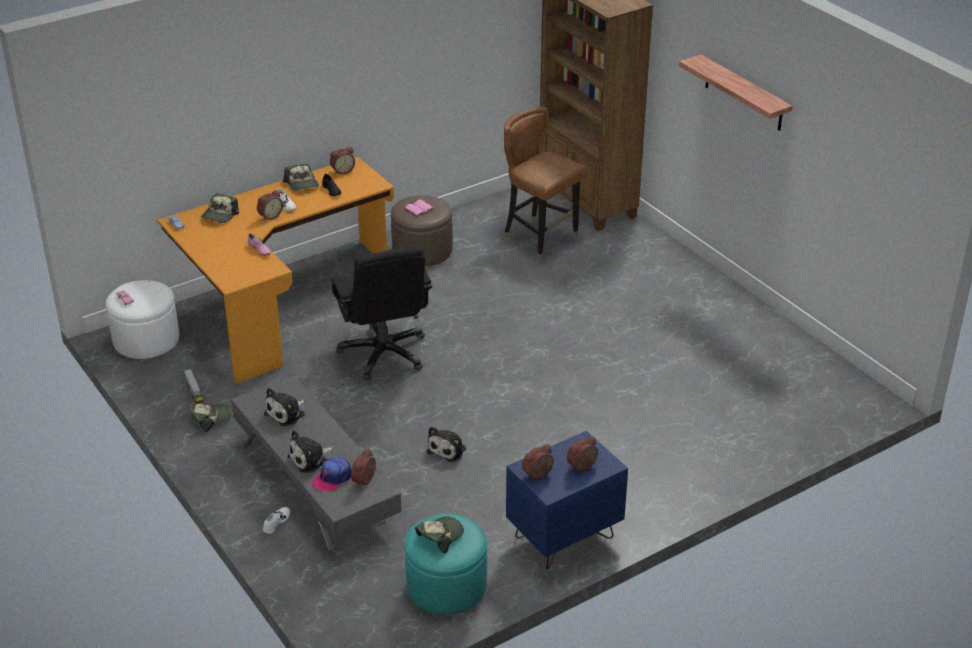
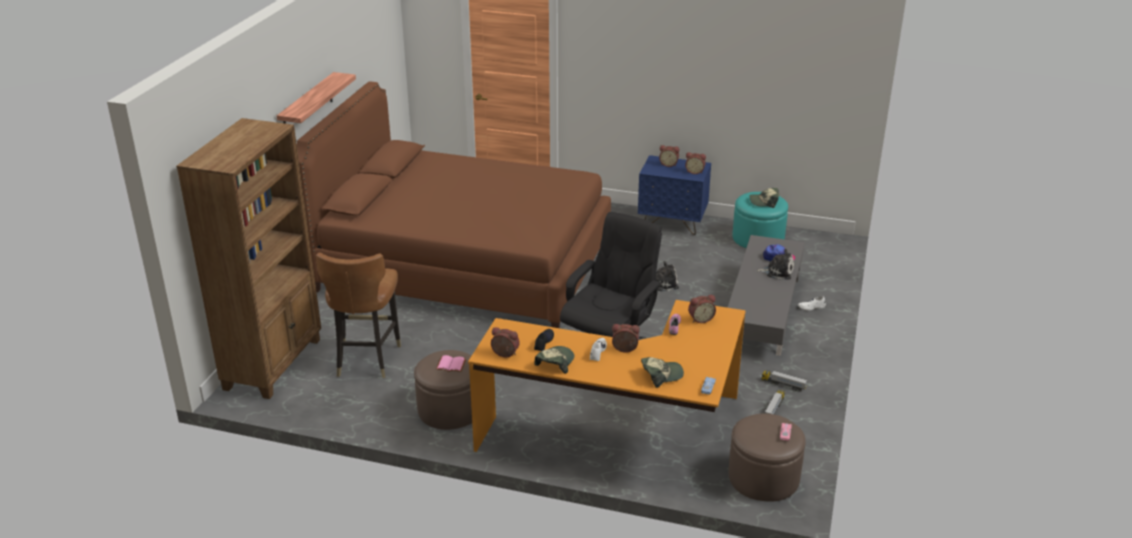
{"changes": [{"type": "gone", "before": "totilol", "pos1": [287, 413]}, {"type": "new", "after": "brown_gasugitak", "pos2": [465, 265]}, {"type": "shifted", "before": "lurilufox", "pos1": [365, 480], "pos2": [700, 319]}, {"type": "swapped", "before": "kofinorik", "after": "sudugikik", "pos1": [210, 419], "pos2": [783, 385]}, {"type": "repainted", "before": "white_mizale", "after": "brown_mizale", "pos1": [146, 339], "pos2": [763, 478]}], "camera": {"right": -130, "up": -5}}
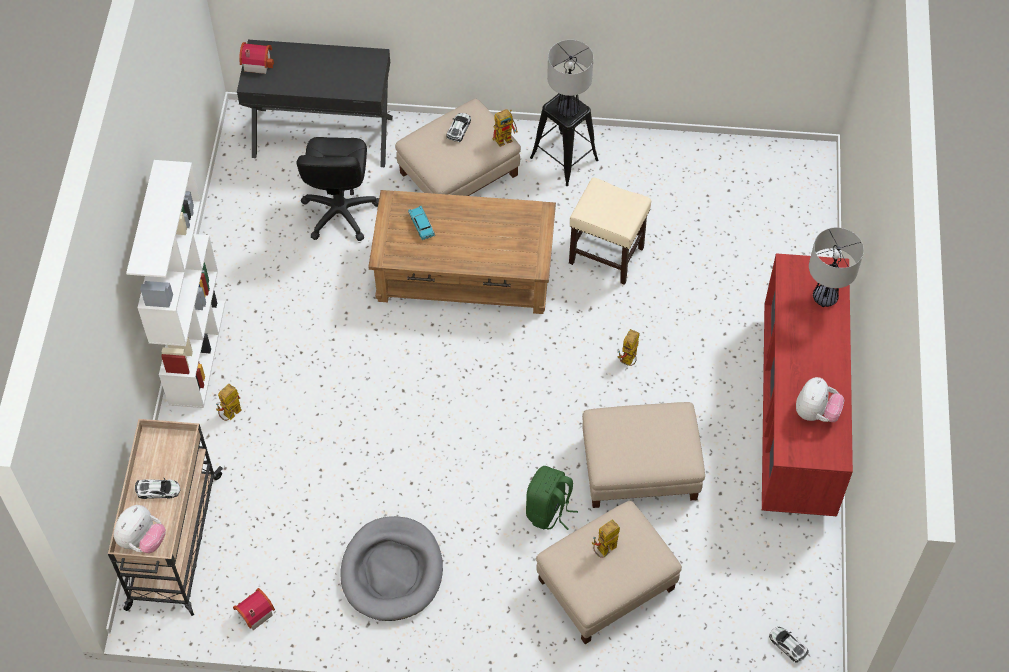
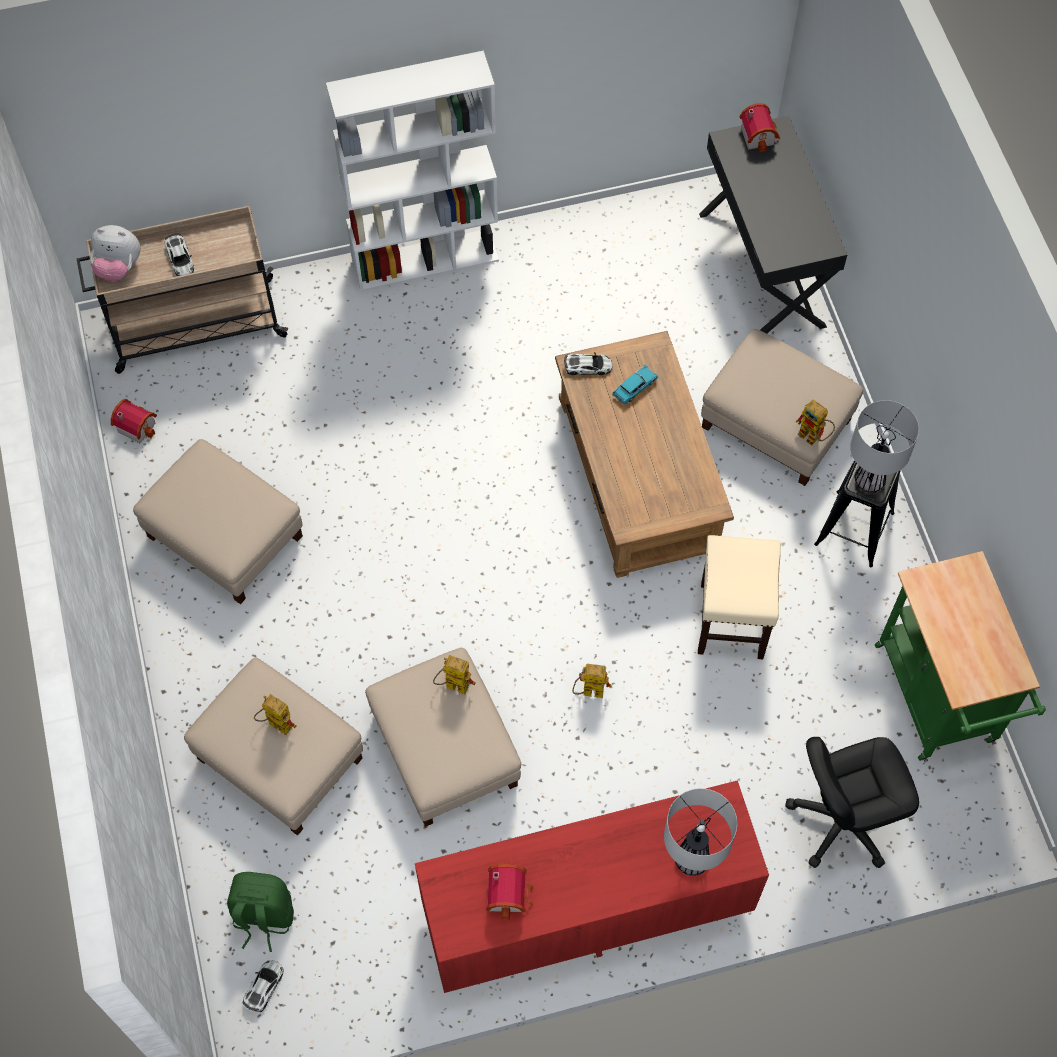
{"changes": [{"type": "new", "after": "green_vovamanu", "pos2": [939, 702]}, {"type": "shifted", "before": "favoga", "pos1": [230, 416], "pos2": [452, 685]}, {"type": "shifted", "before": "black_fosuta", "pos1": [340, 213], "pos2": [842, 820]}, {"type": "shifted", "before": "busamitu", "pos1": [459, 129], "pos2": [588, 366]}, {"type": "shifted", "before": "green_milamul", "pos1": [549, 511], "pos2": [263, 917]}, {"type": "swapped", "before": "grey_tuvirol", "after": "beige_mizale", "pos1": [392, 571], "pos2": [226, 536]}, {"type": "swapped", "before": "totilol", "after": "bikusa", "pos1": [816, 413], "pos2": [509, 894]}], "camera": {"right": 70, "up": 5}}
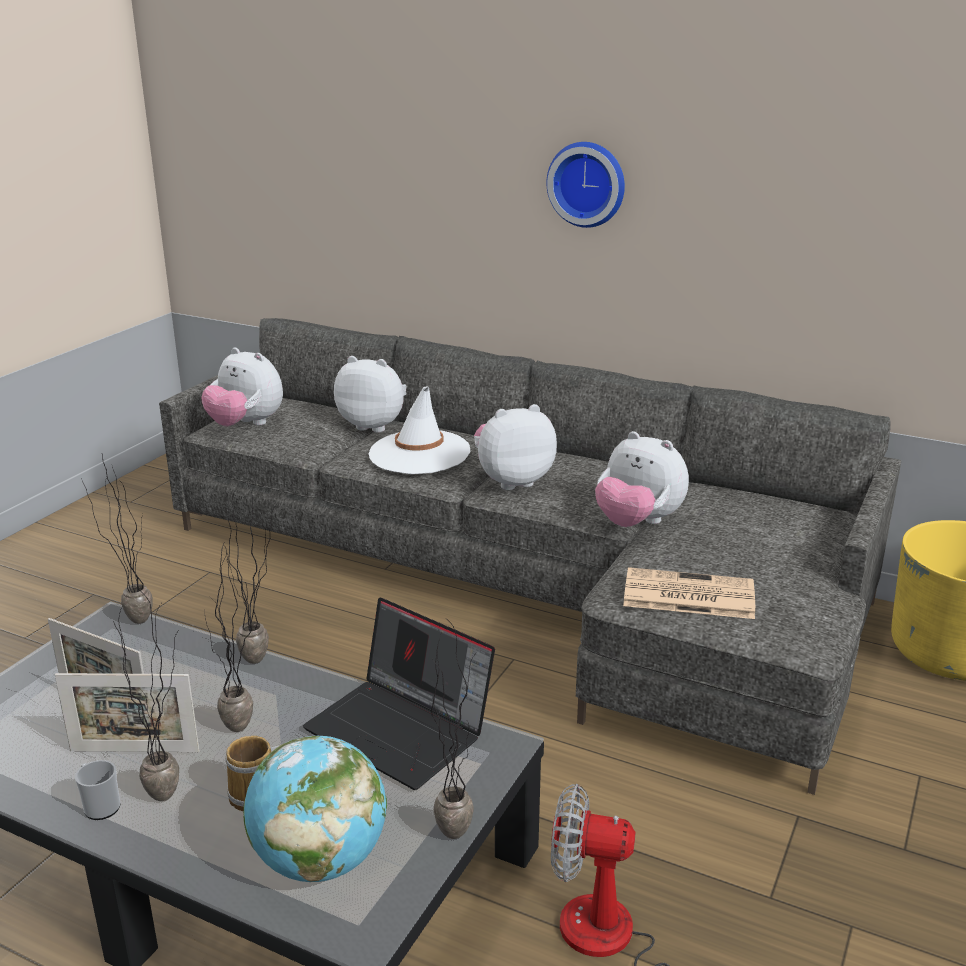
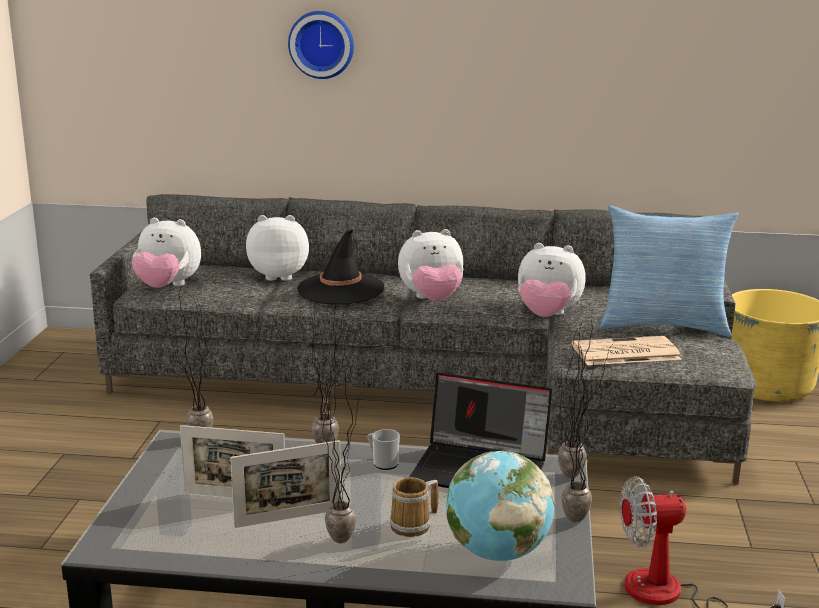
{"changes": [{"type": "new", "after": "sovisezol", "pos2": [663, 325]}, {"type": "shifted", "before": "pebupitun", "pos1": [100, 806], "pos2": [383, 463]}, {"type": "shifted", "before": "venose", "pos1": [240, 734], "pos2": [577, 478]}, {"type": "shifted", "before": "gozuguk", "pos1": [588, 183], "pos2": [322, 44]}, {"type": "repainted", "before": "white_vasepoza", "after": "black_vasepoza", "pos1": [419, 453], "pos2": [341, 289]}, {"type": "rotated", "before": "totilol", "pos1": [512, 481], "pos2": [432, 299], "turn": -150}], "camera": {"right": -20, "up": -5}}
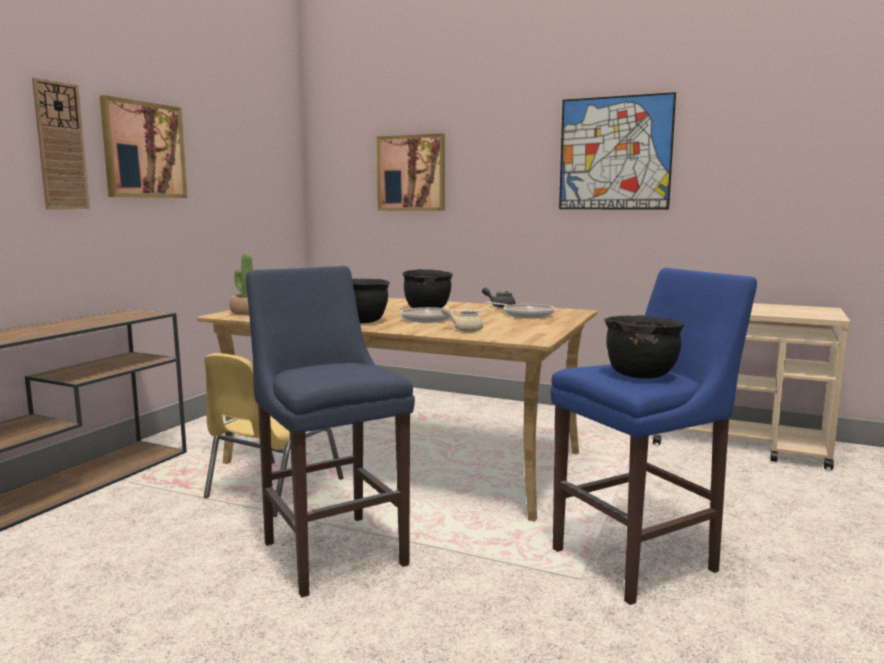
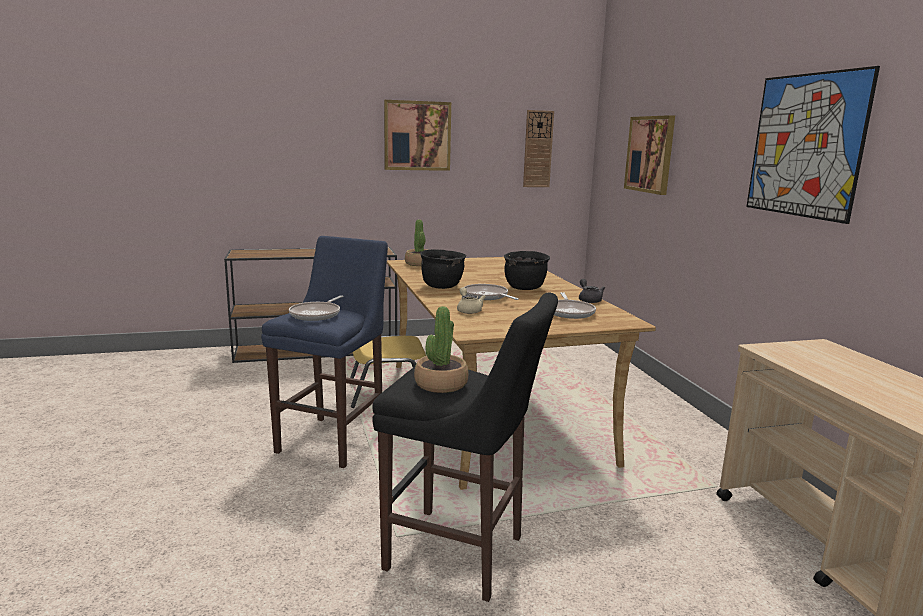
{"changes": [{"type": "new", "after": "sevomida", "pos2": [317, 314]}, {"type": "shifted", "before": "gozuguk", "pos1": [60, 146], "pos2": [538, 149]}, {"type": "swapped", "before": "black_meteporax", "after": "venose", "pos1": [640, 374], "pos2": [441, 384]}, {"type": "repainted", "before": "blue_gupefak", "after": "black_gupefak", "pos1": [640, 559], "pos2": [461, 555]}], "camera": {"right": 50, "up": 5}}
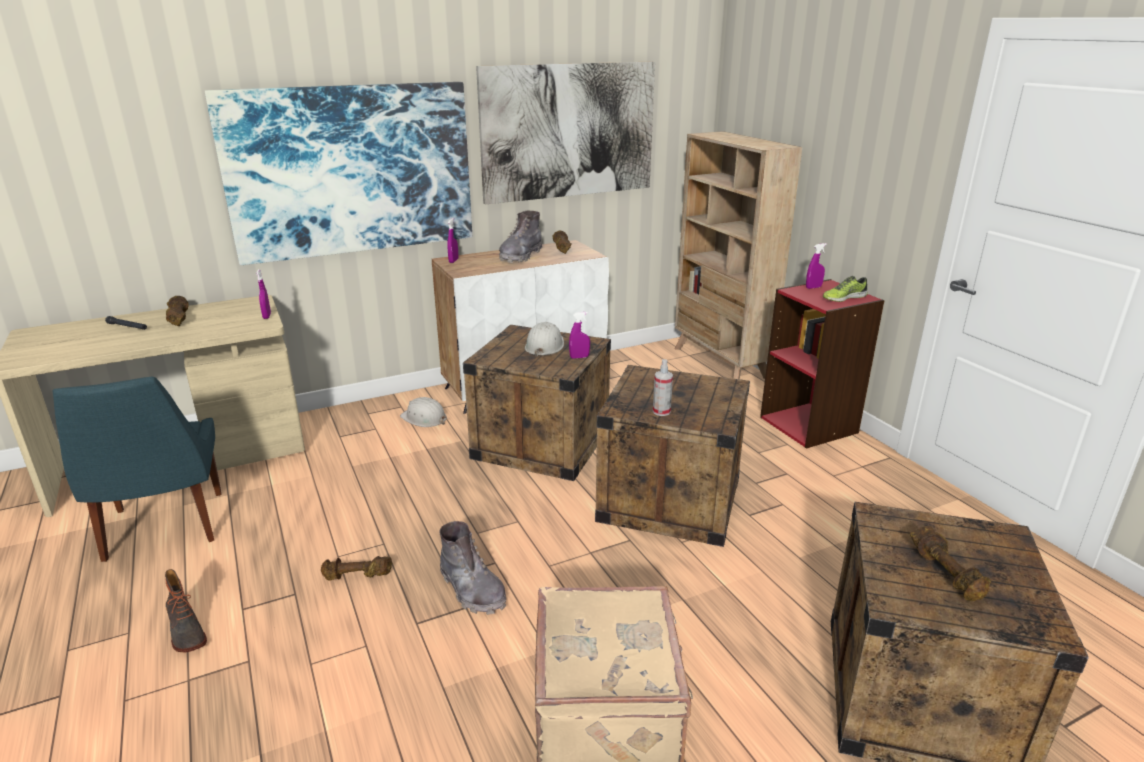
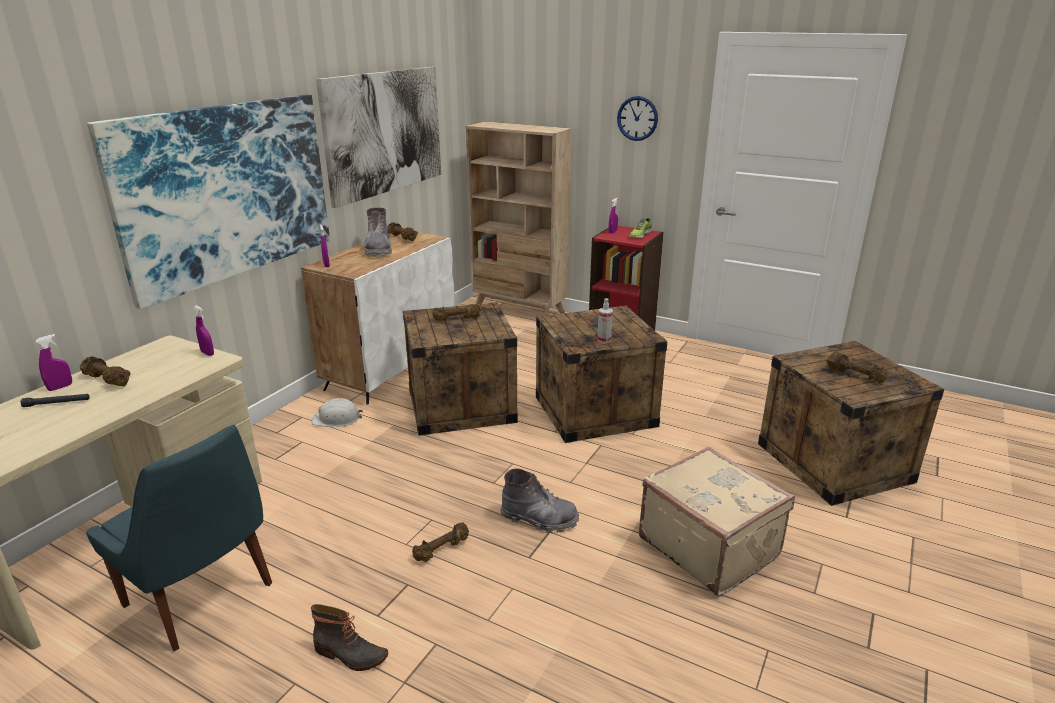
{"changes": [{"type": "new", "after": "gozuguk", "pos2": [637, 118]}, {"type": "shifted", "before": "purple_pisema", "pos1": [579, 357], "pos2": [60, 387]}, {"type": "swapped", "before": "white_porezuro", "after": "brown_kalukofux", "pos1": [544, 346], "pos2": [457, 319]}], "camera": {"right": -35, "up": 0}}
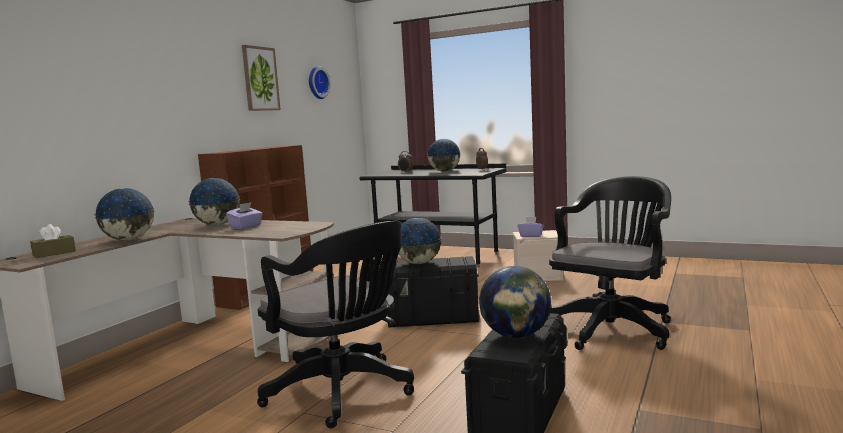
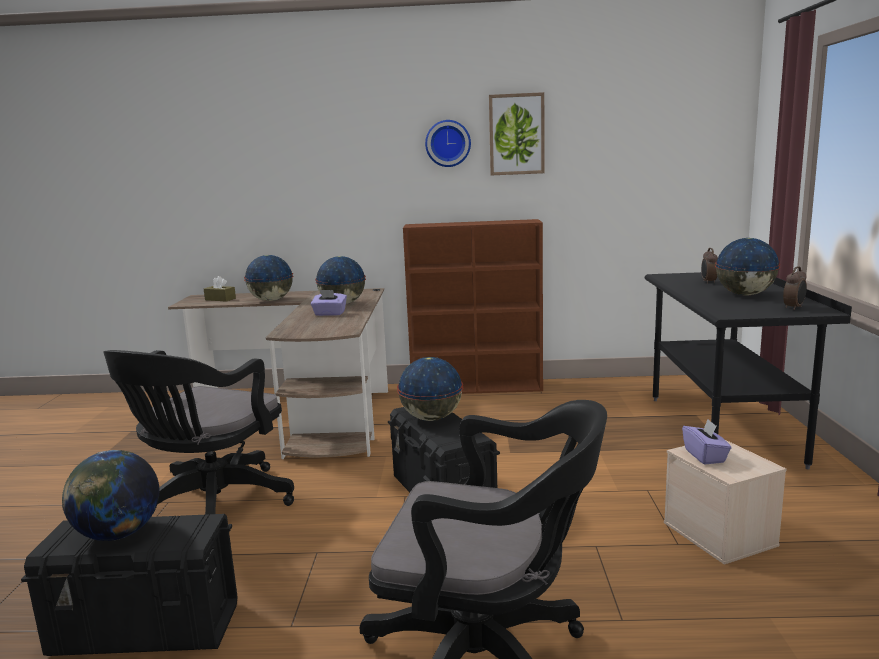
{"changes": [{"type": "shifted", "before": "gozuguk", "pos1": [317, 83], "pos2": [448, 143]}], "camera": {"right": 65, "up": 5}}
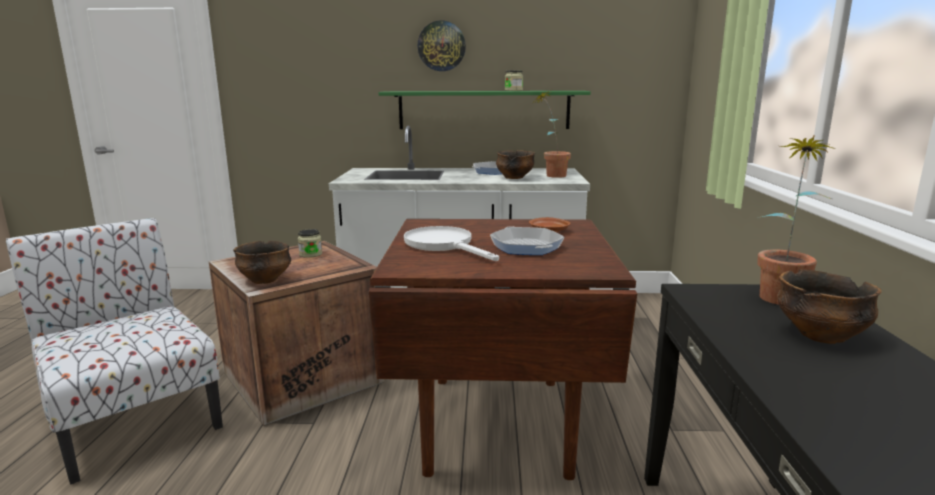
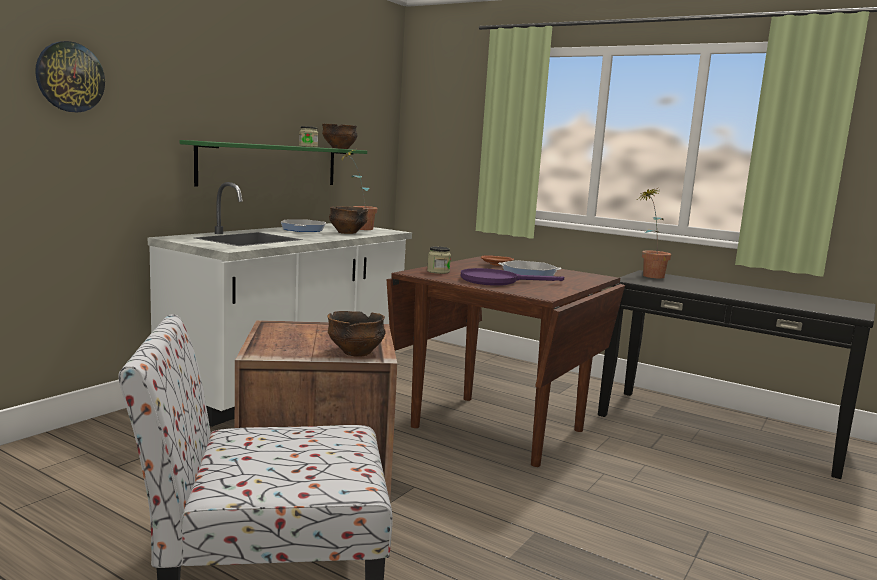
{"changes": [{"type": "shifted", "before": "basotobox", "pos1": [310, 254], "pos2": [438, 271]}, {"type": "shifted", "before": "gozuguk", "pos1": [441, 46], "pos2": [70, 77]}, {"type": "shifted", "before": "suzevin", "pos1": [821, 335], "pos2": [339, 148]}, {"type": "repainted", "before": "white_sevomida", "after": "purple_sevomida", "pos1": [444, 245], "pos2": [497, 281]}], "camera": {"right": -60, "up": -5}}
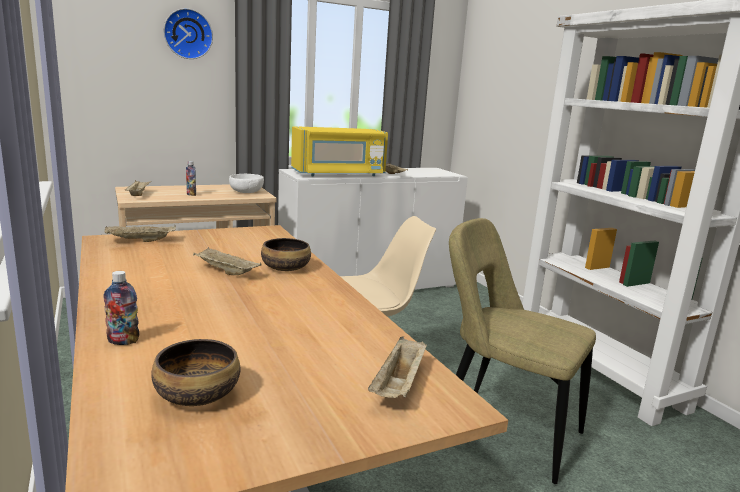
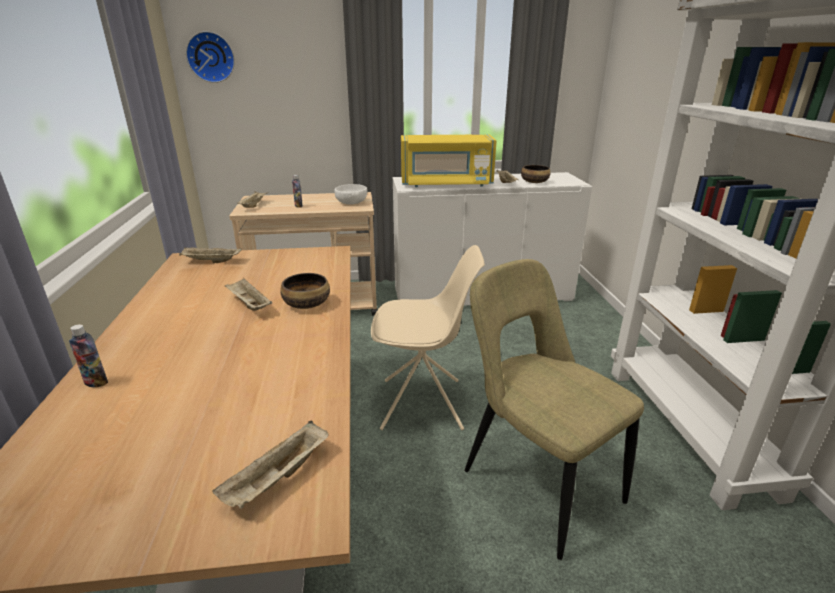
{"changes": [{"type": "shifted", "before": "suzevin", "pos1": [197, 393], "pos2": [534, 182]}, {"type": "shifted", "before": "gozuguk", "pos1": [188, 34], "pos2": [211, 57]}], "camera": {"right": 20, "up": 10}}
